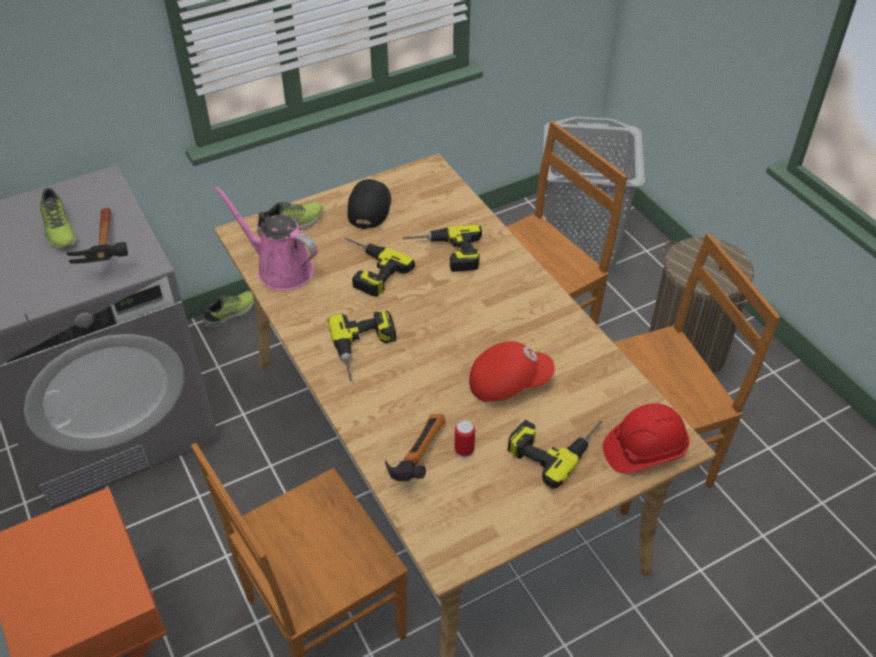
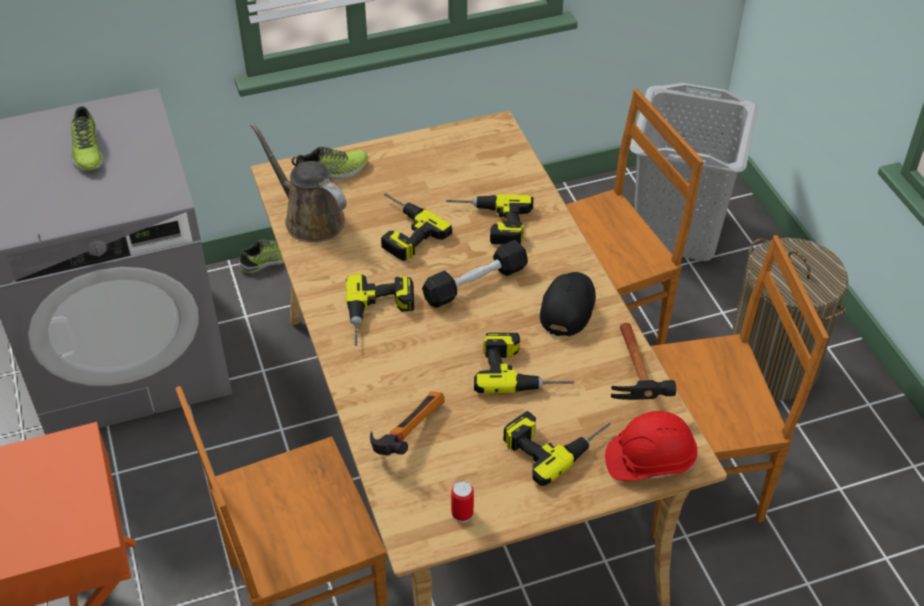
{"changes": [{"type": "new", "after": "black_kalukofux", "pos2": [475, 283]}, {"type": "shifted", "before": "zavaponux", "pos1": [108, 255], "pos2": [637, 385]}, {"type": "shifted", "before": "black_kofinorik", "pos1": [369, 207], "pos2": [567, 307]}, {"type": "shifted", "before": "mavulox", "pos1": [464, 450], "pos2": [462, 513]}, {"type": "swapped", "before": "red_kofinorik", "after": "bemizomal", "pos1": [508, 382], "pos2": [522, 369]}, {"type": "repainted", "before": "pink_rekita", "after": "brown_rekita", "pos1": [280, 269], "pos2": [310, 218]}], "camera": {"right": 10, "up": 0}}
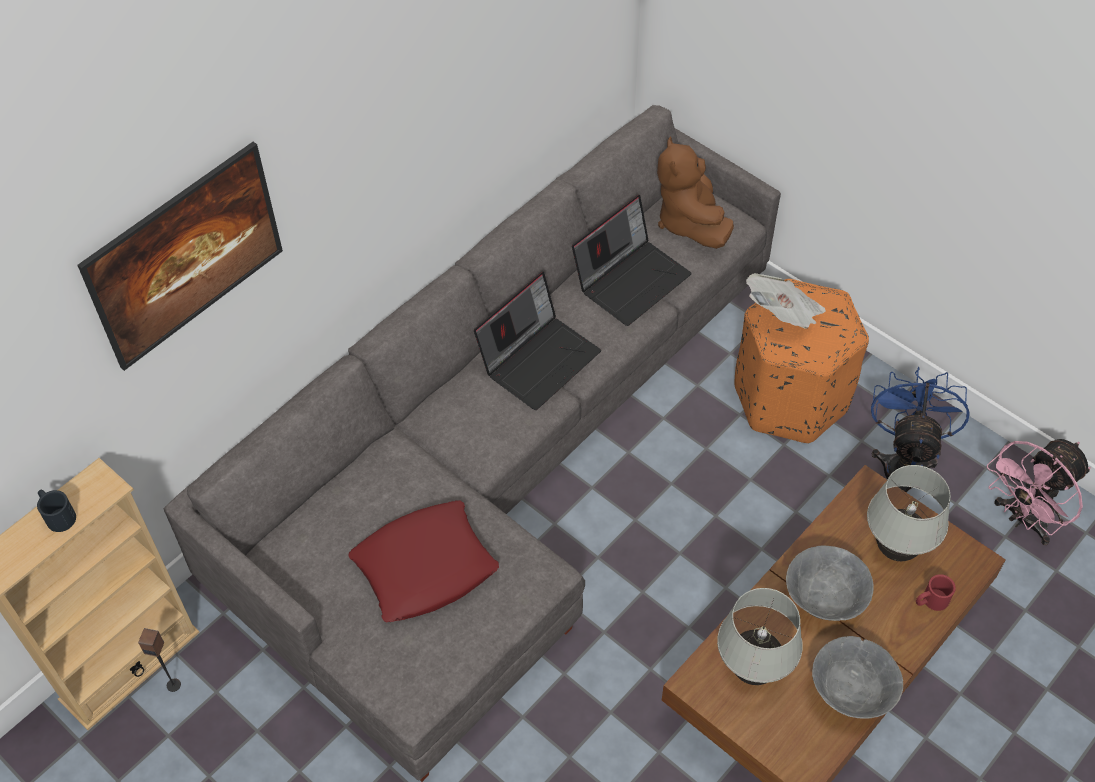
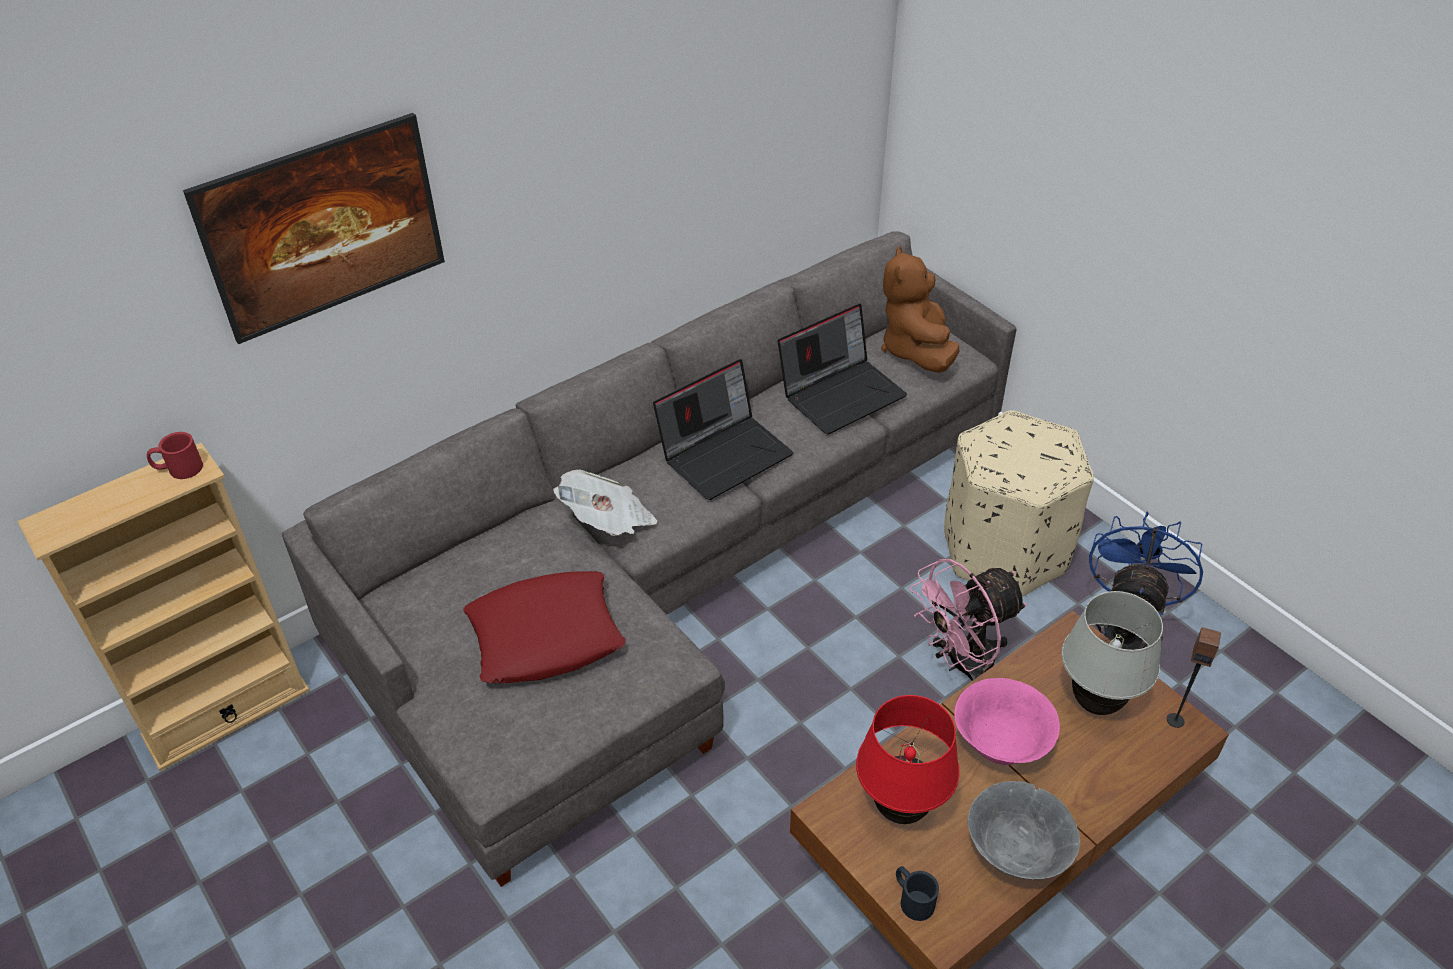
{"changes": [{"type": "shifted", "before": "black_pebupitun", "pos1": [57, 515], "pos2": [912, 898]}, {"type": "shifted", "before": "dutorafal", "pos1": [174, 685], "pos2": [1175, 720]}, {"type": "shifted", "before": "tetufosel", "pos1": [784, 314], "pos2": [608, 521]}, {"type": "shifted", "before": "red_pebupitun", "pos1": [930, 601], "pos2": [178, 469]}, {"type": "shifted", "before": "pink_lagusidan", "pos1": [1023, 520], "pos2": [960, 665]}, {"type": "repainted", "before": "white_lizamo", "after": "red_lizamo", "pos1": [752, 670], "pos2": [900, 809]}, {"type": "repainted", "before": "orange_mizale", "after": "beige_mizale", "pos1": [790, 398], "pos2": [1004, 551]}, {"type": "repainted", "before": "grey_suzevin", "after": "pink_suzevin", "pos1": [824, 601], "pos2": [1001, 746]}], "camera": {"right": 10, "up": -10}}
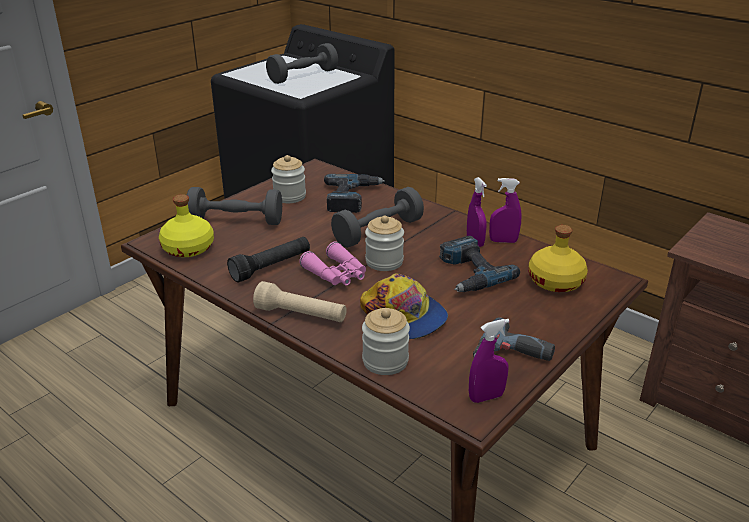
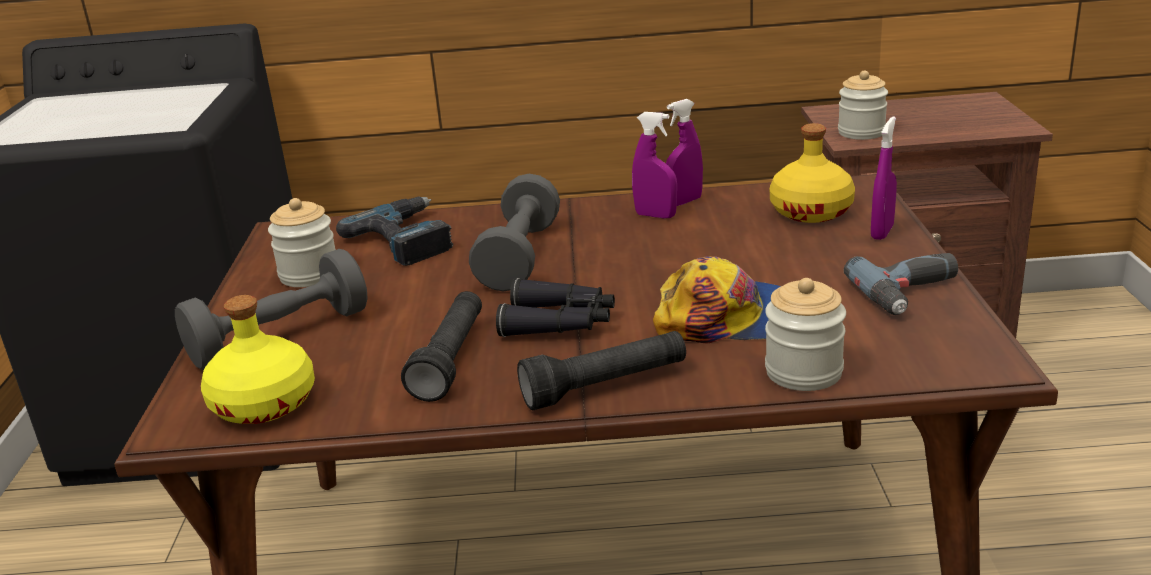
{"changes": [{"type": "gone", "before": "grey_kalukofux", "pos1": [303, 76]}, {"type": "gone", "before": "bemizomal", "pos1": [469, 273]}, {"type": "shifted", "before": "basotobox", "pos1": [384, 262], "pos2": [861, 132]}, {"type": "shifted", "before": "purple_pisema", "pos1": [486, 397], "pos2": [882, 232]}, {"type": "repainted", "before": "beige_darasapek", "after": "black_darasapek", "pos1": [301, 315], "pos2": [605, 386]}, {"type": "repainted", "before": "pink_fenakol", "after": "black_fenakol", "pos1": [337, 274], "pos2": [560, 322]}], "camera": {"right": -40, "up": -5}}
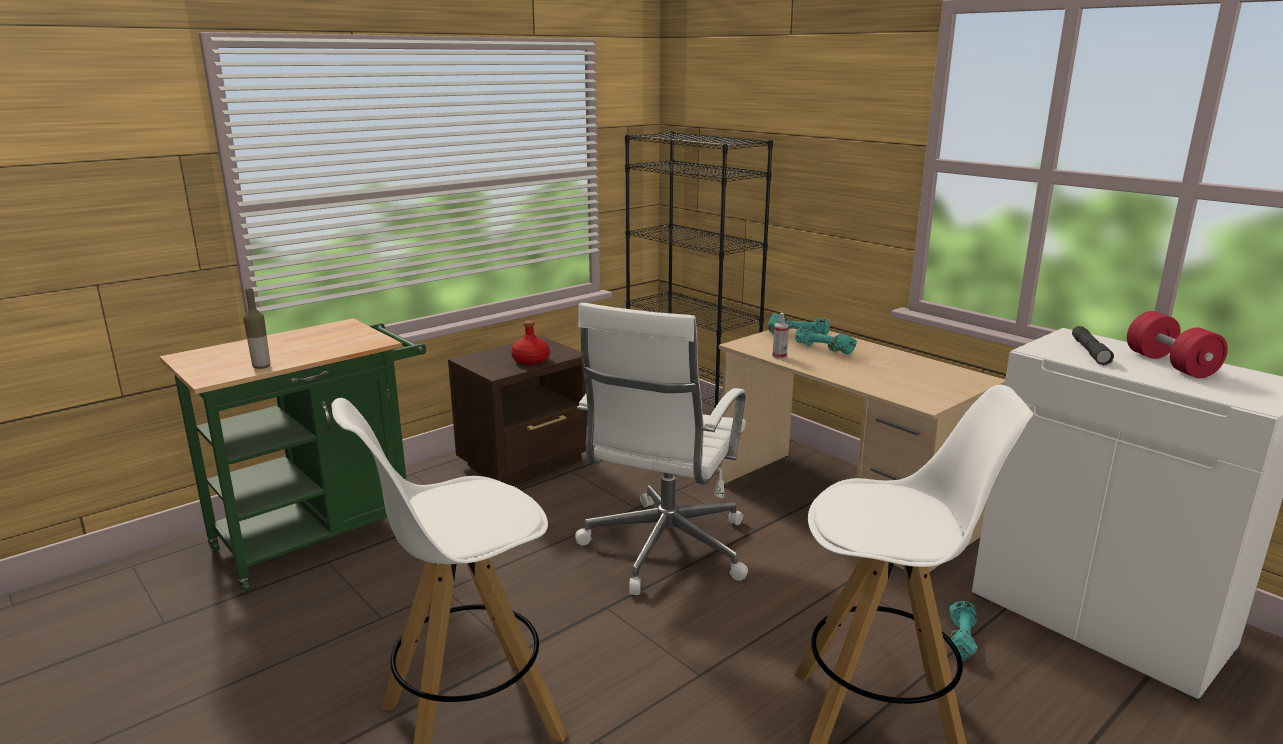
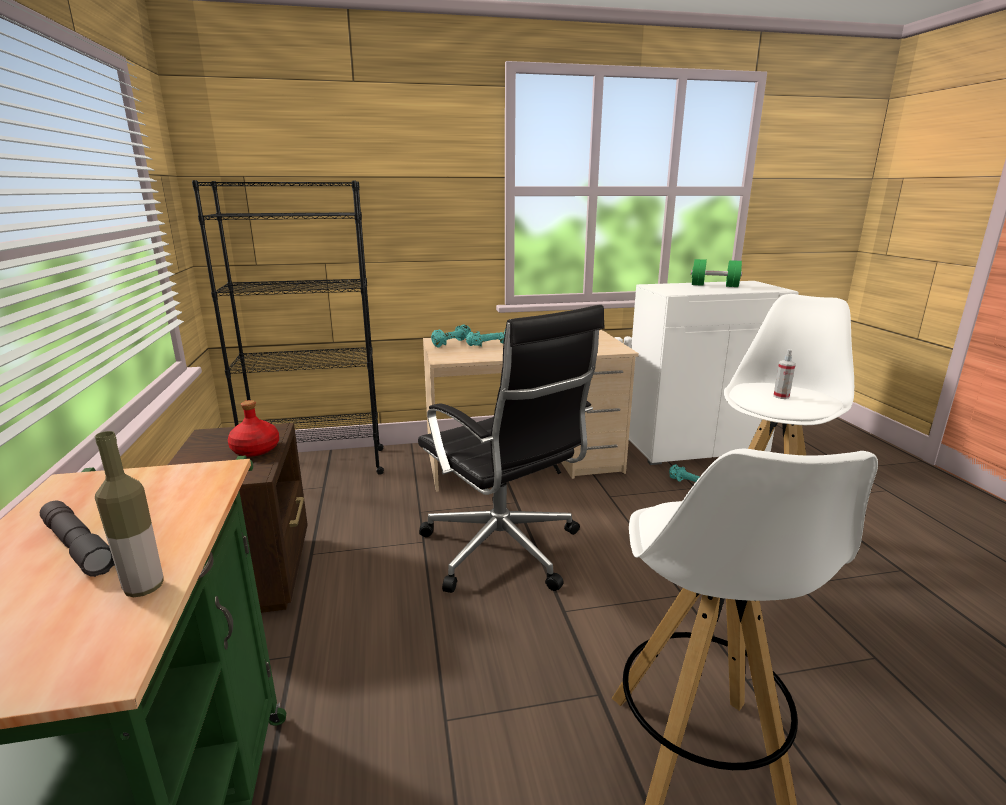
{"changes": [{"type": "shifted", "before": "pisema", "pos1": [779, 356], "pos2": [781, 396]}, {"type": "shifted", "before": "grey_darasapek", "pos1": [1089, 351], "pos2": [78, 546]}, {"type": "repainted", "before": "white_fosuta", "after": "black_fosuta", "pos1": [664, 550], "pos2": [503, 551]}, {"type": "repainted", "before": "red_kalukofux", "after": "green_kalukofux", "pos1": [1170, 364], "pos2": [714, 286]}], "camera": {"right": -60, "up": 0}}
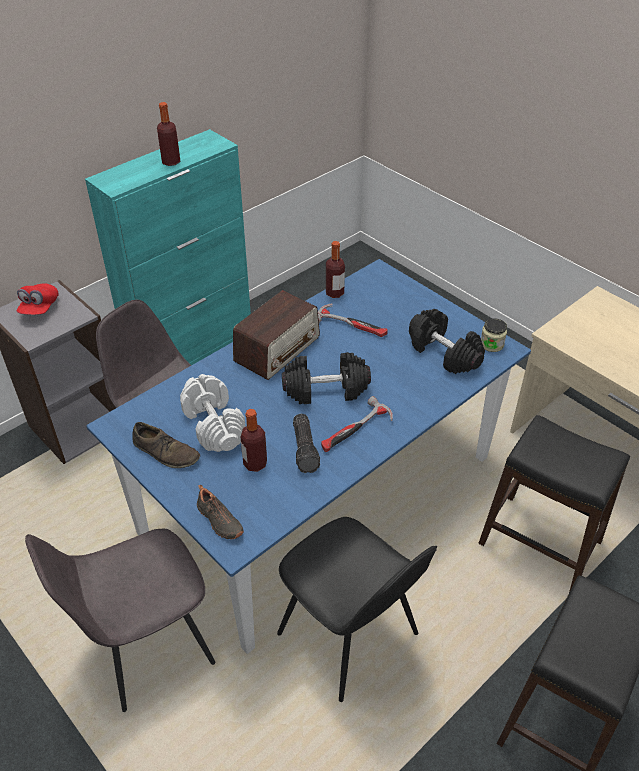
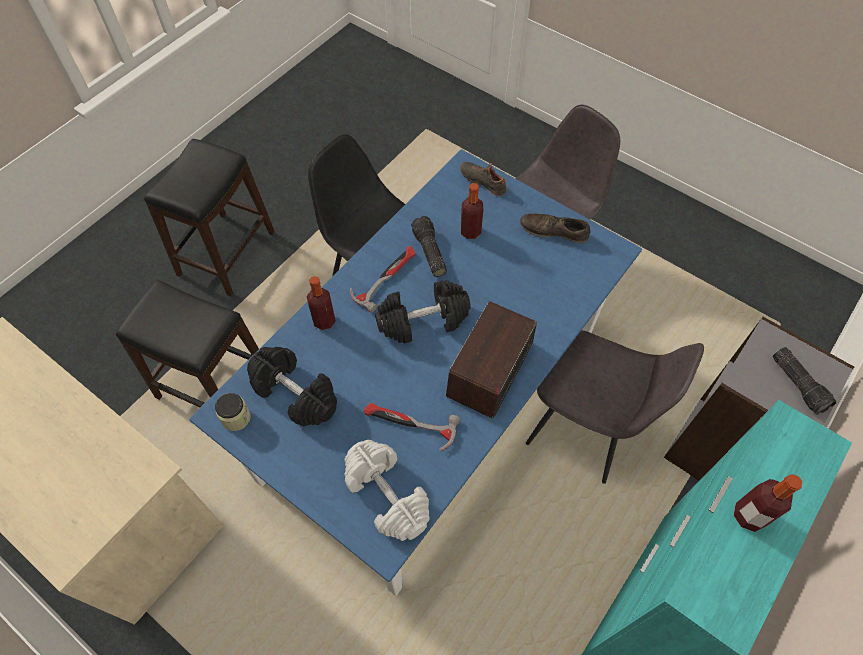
{"changes": [{"type": "shifted", "before": "white_kalukofux", "pos1": [214, 425], "pos2": [386, 495]}, {"type": "shifted", "before": "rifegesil", "pos1": [334, 293], "pos2": [324, 321]}, {"type": "swapped", "before": "red_kofinorik", "after": "darasapek", "pos1": [39, 308], "pos2": [799, 384]}], "camera": {"right": 170, "up": 15}}
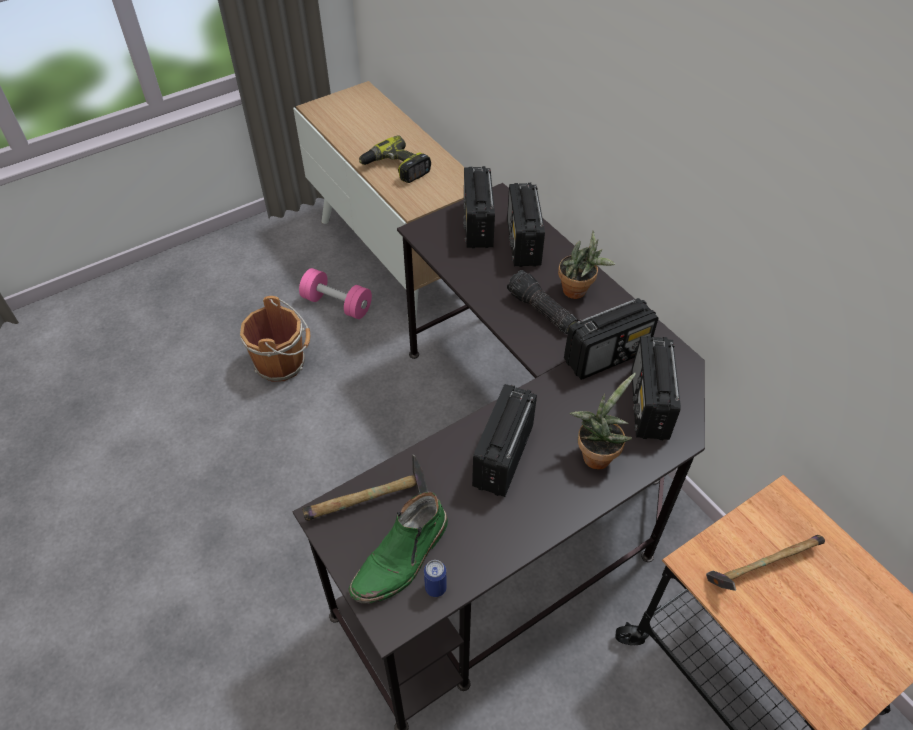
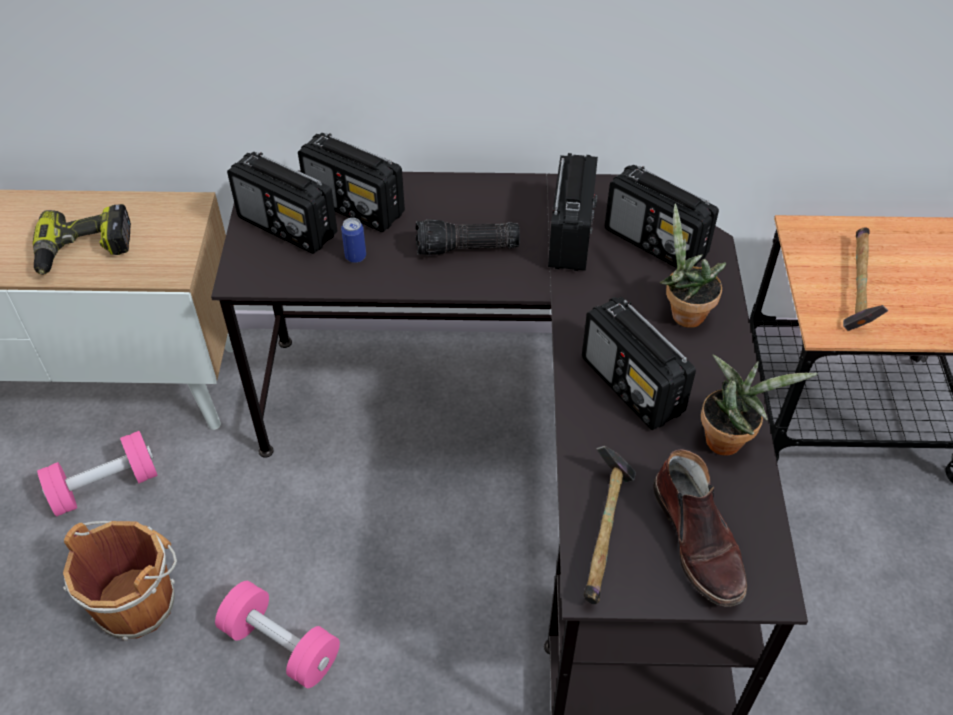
{"changes": [{"type": "new", "after": "pink_kalukofux", "pos2": [281, 645]}, {"type": "shifted", "before": "mavulox", "pos1": [435, 588], "pos2": [355, 256]}, {"type": "shifted", "before": "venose", "pos1": [578, 292], "pos2": [728, 438]}, {"type": "repainted", "before": "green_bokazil", "after": "brown_bokazil", "pos1": [402, 558], "pos2": [699, 540]}], "camera": {"right": -55, "up": 0}}
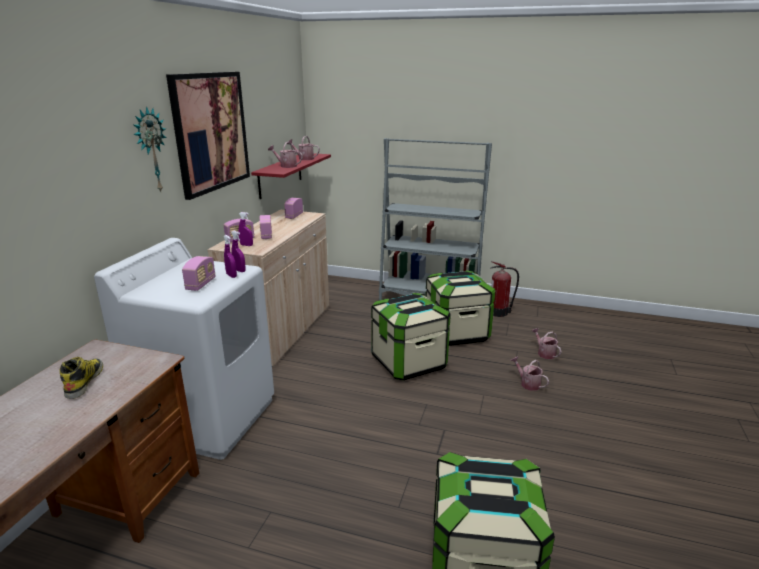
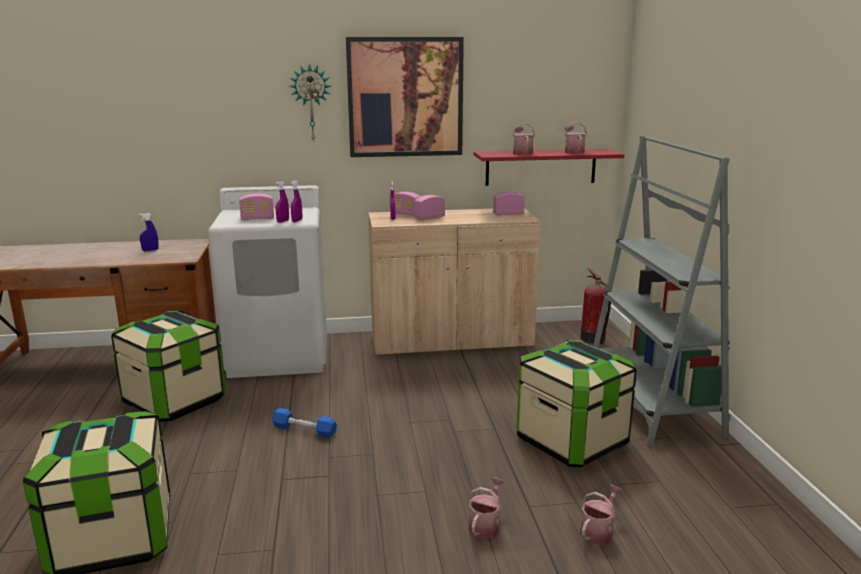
{"changes": [{"type": "new", "after": "blue_kalukofux", "pos2": [304, 430]}, {"type": "shifted", "before": "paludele", "pos1": [409, 362], "pos2": [175, 401]}, {"type": "shifted", "before": "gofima", "pos1": [499, 312], "pos2": [593, 339]}, {"type": "swapped", "before": "bokazil", "after": "blue_pisema", "pos1": [84, 381], "pos2": [150, 250]}], "camera": {"right": 65, "up": -5}}
